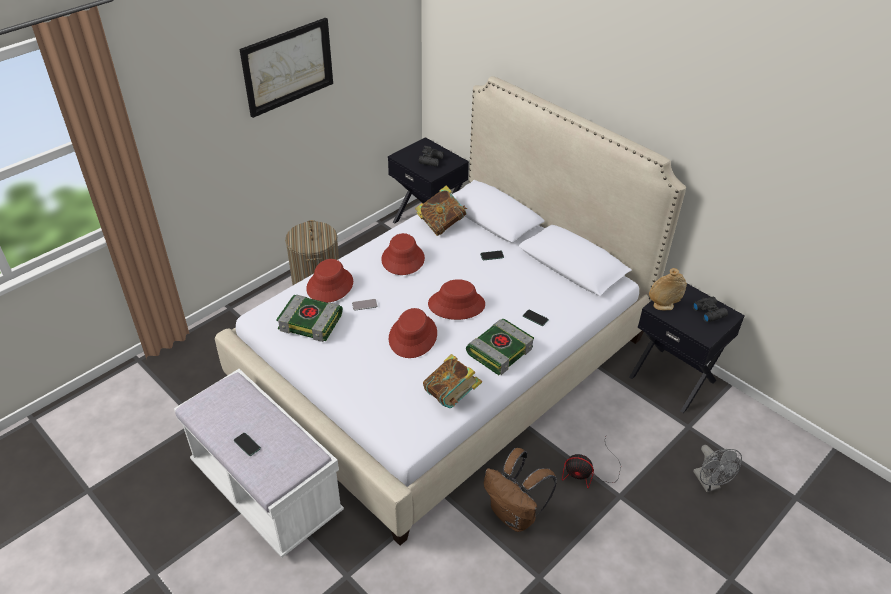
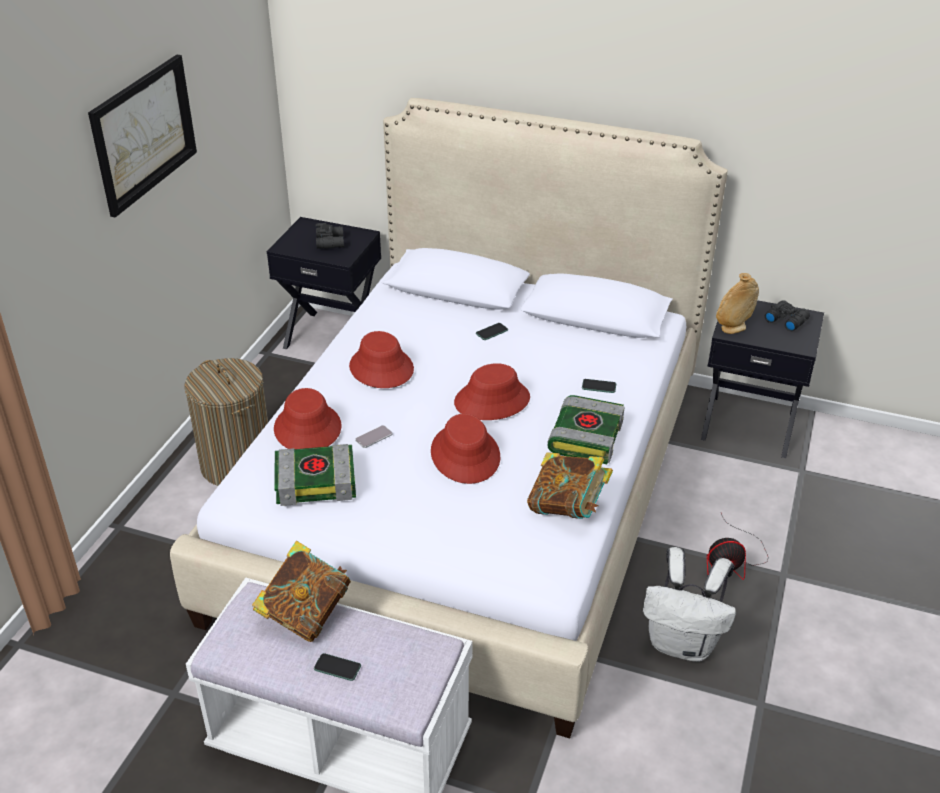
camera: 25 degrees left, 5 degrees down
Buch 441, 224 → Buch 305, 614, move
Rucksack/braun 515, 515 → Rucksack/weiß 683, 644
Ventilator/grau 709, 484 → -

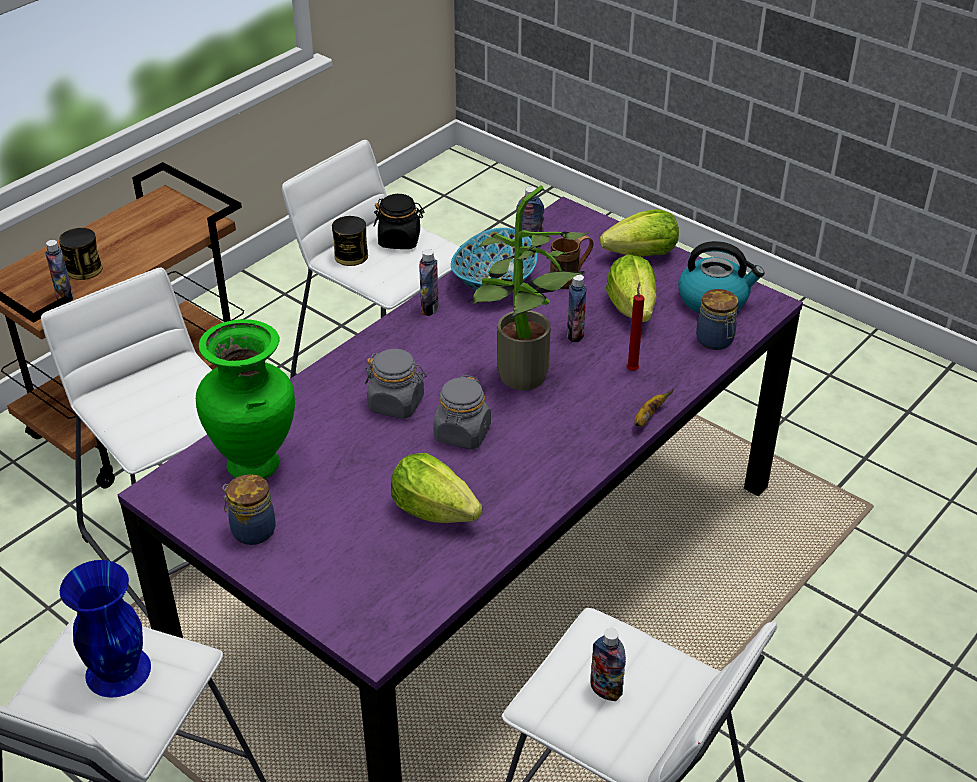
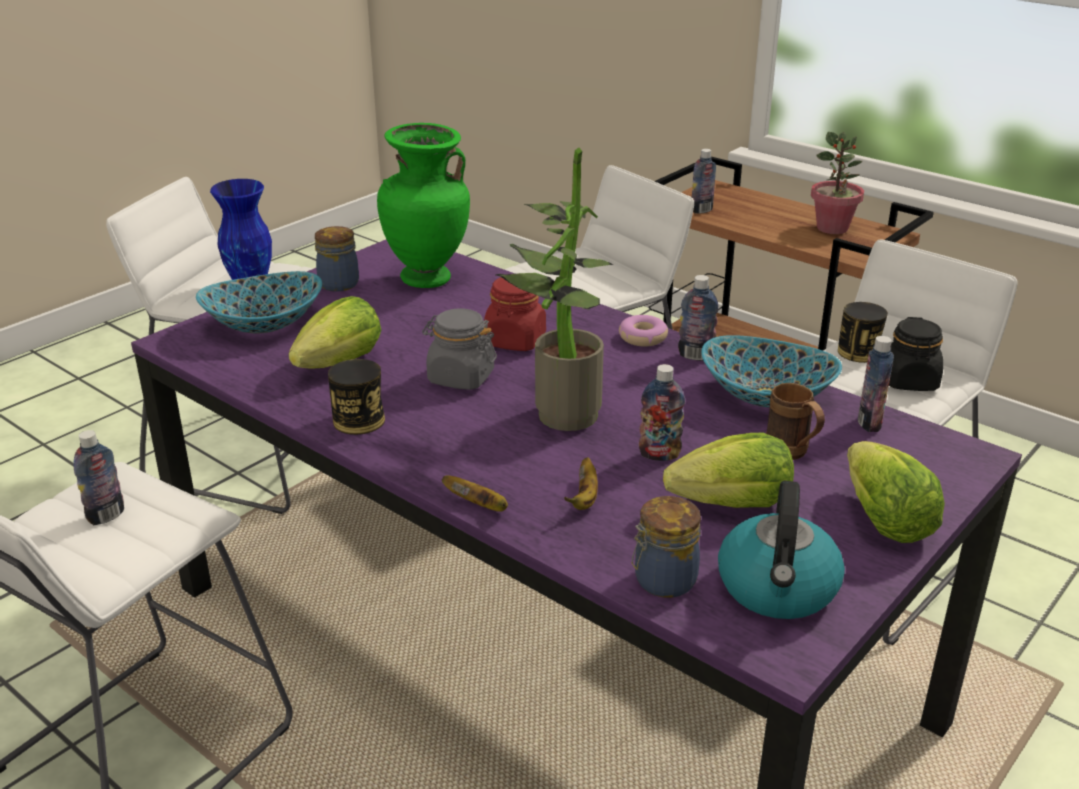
camera: 90 degrees right, 10 degrees down
Dose 84, 269 → Dose 359, 420, move
Vorratsglas/grau 396, 403 → Vorratsglas/rot 515, 341
Kerze/rot 632, 369 → Banane 584, 498
- → Schüssel 264, 324
- → Donut 642, 337
- → Topfpflanze 832, 228

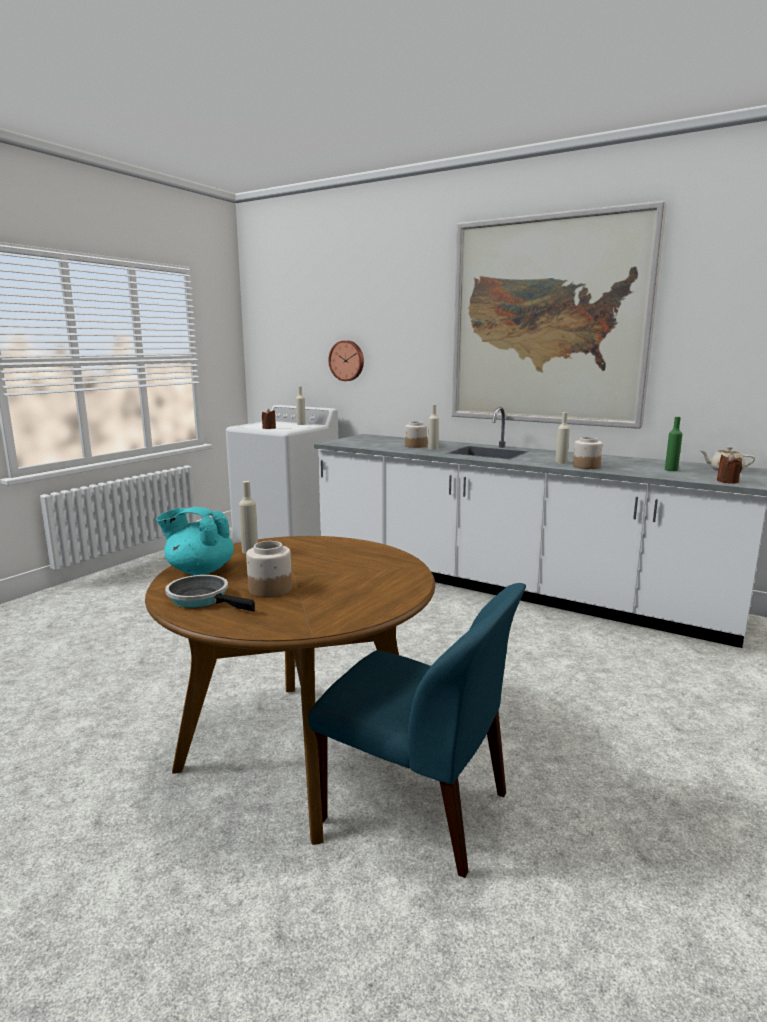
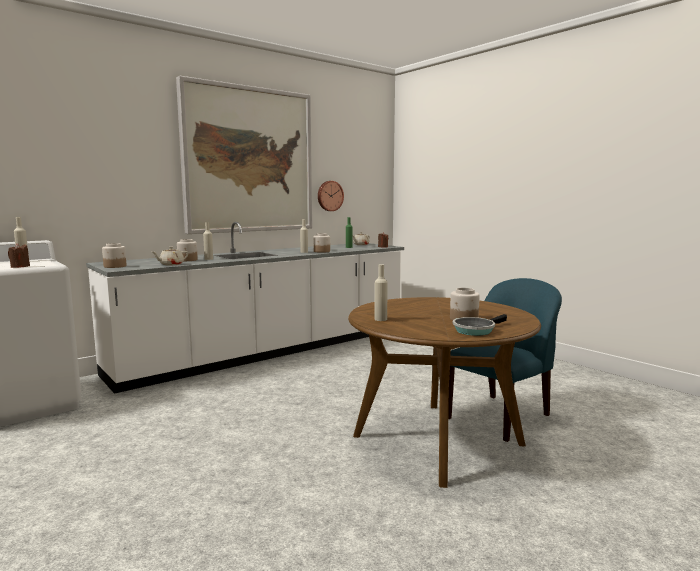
camera: 70 degrees left, 5 degrees down
Teekanne/türkis 199, 570 → -
Wanduhr 347, 360 → Wanduhr 329, 196, move
- → Vorratsglas 115, 266
- → Teekanne/beige 171, 264

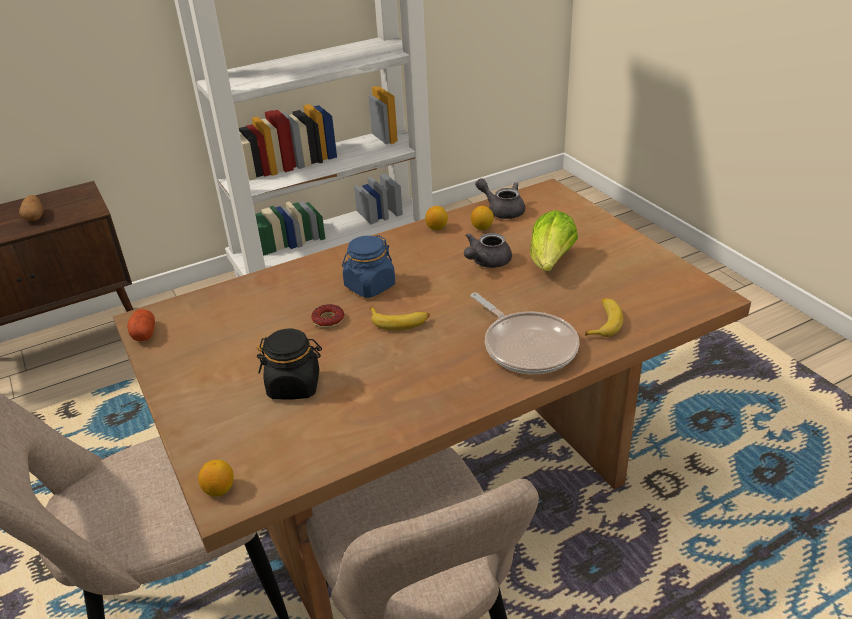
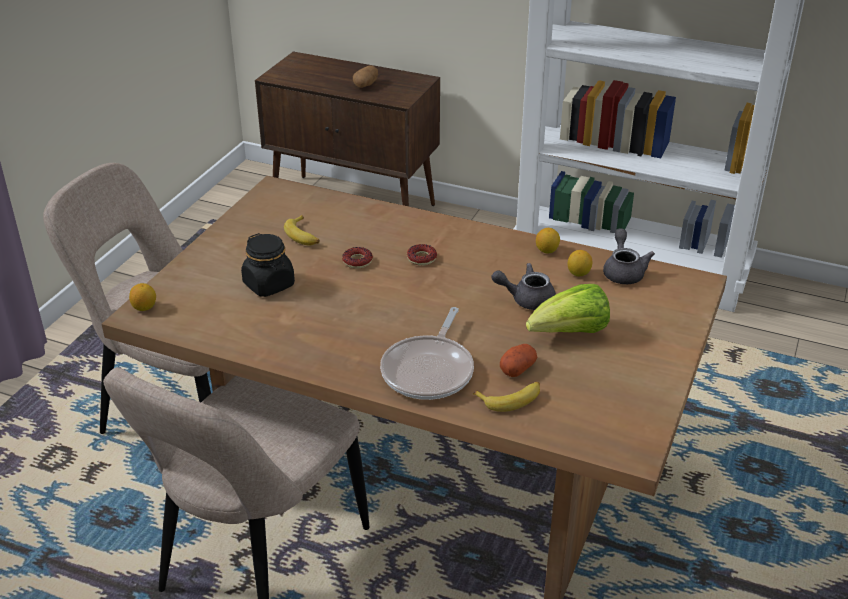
camera: 50 degrees right, 0 degrees up
Kartoffel 144, 333 → Kartoffel 517, 368, move
Vorratsglas/blau 369, 286 → Donut 421, 258
Banane 399, 322 → Banane 304, 236, move

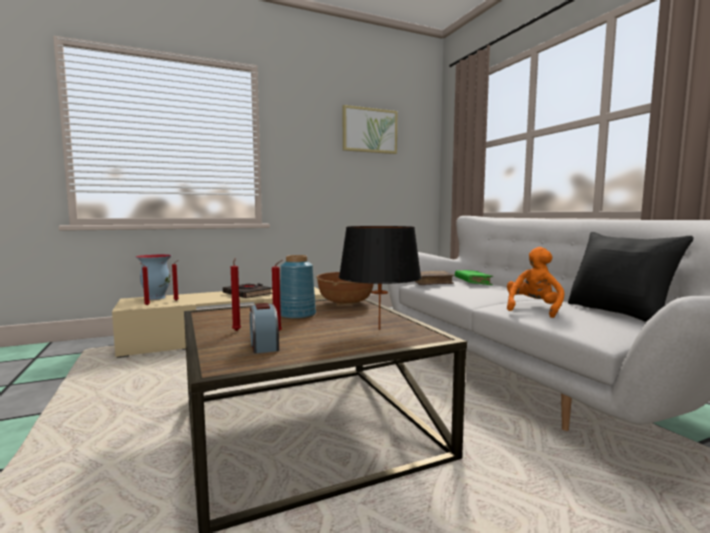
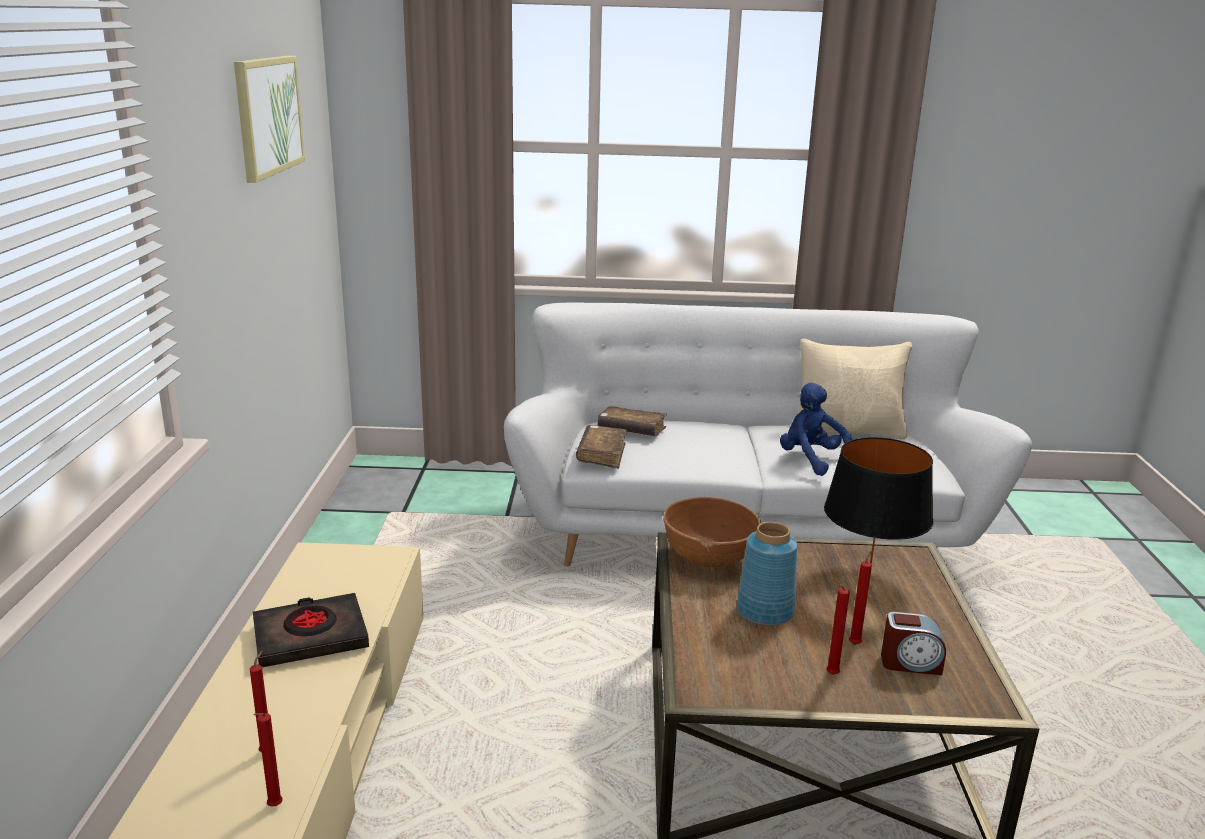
camera: 65 degrees left, 15 degrees up
Vase 156, 297 → -
Buch/grün 472, 282 → Buch/braun 631, 430
Plüschtier/orange 533, 309 → Plüschtier/blau 812, 460
Kissen/schwarz 619, 313 → Kissen/beige 849, 431

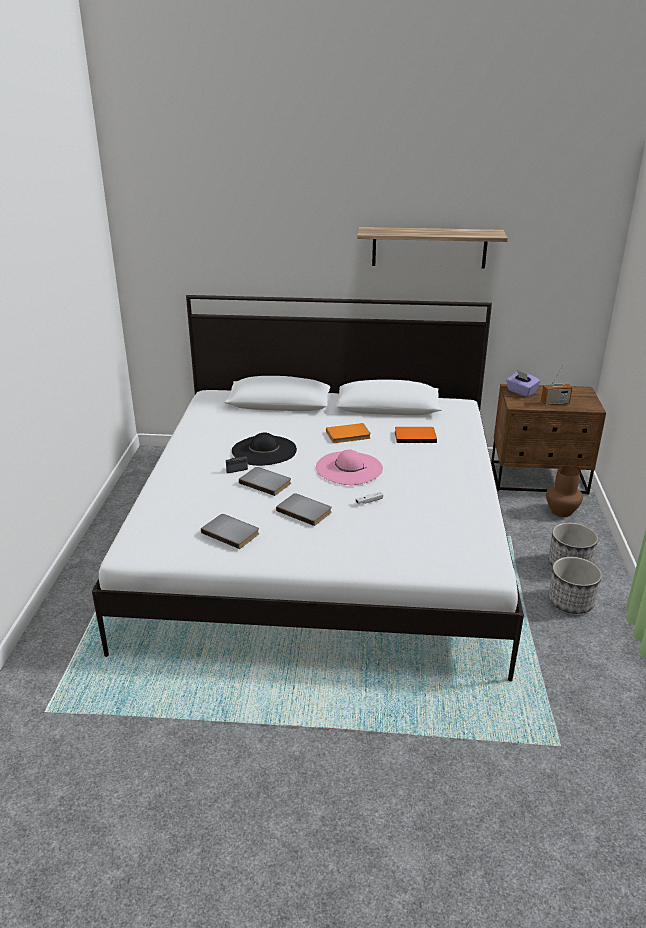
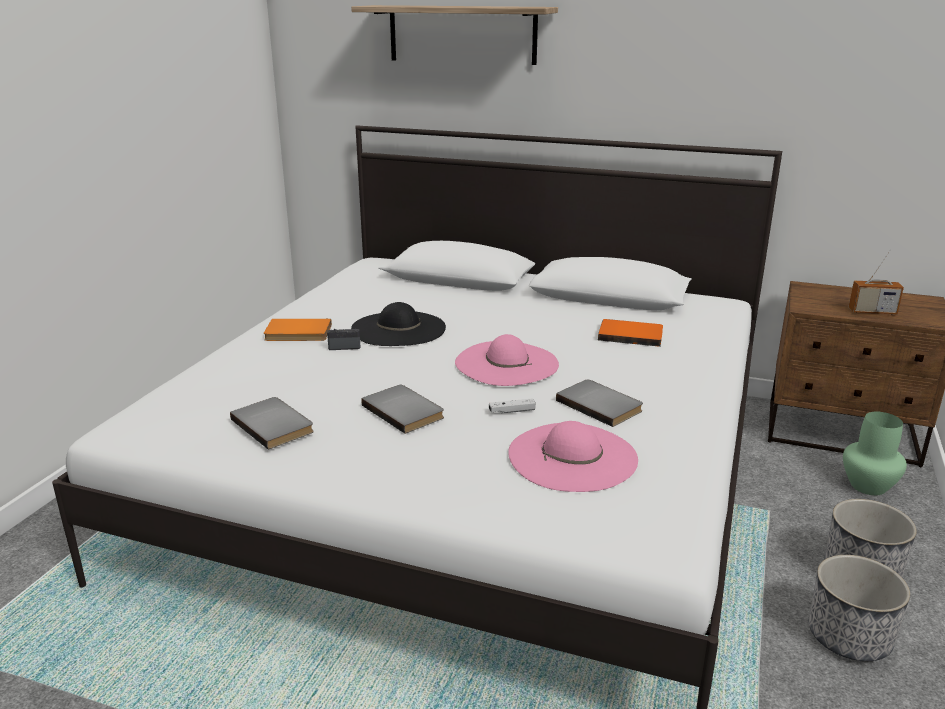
camera: 15 degrees right, 5 degrees down
Buch/grau 266, 482 → Buch/grau 601, 405, move
Buch/orange 348, 435 → Buch/orange 298, 333, move
Wandregal 429, 247 → Wandregal 462, 34, move
Taschentuchbox/lila 521, 392 → -
Vase/braun 562, 511 → Vase/grün 869, 486
- → Hut/rosa 572, 456

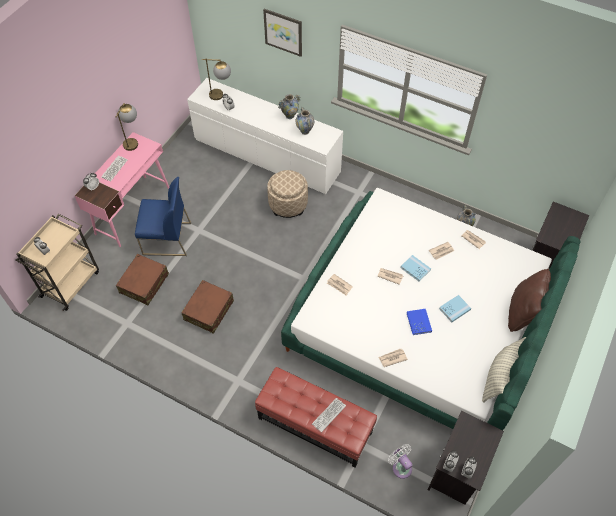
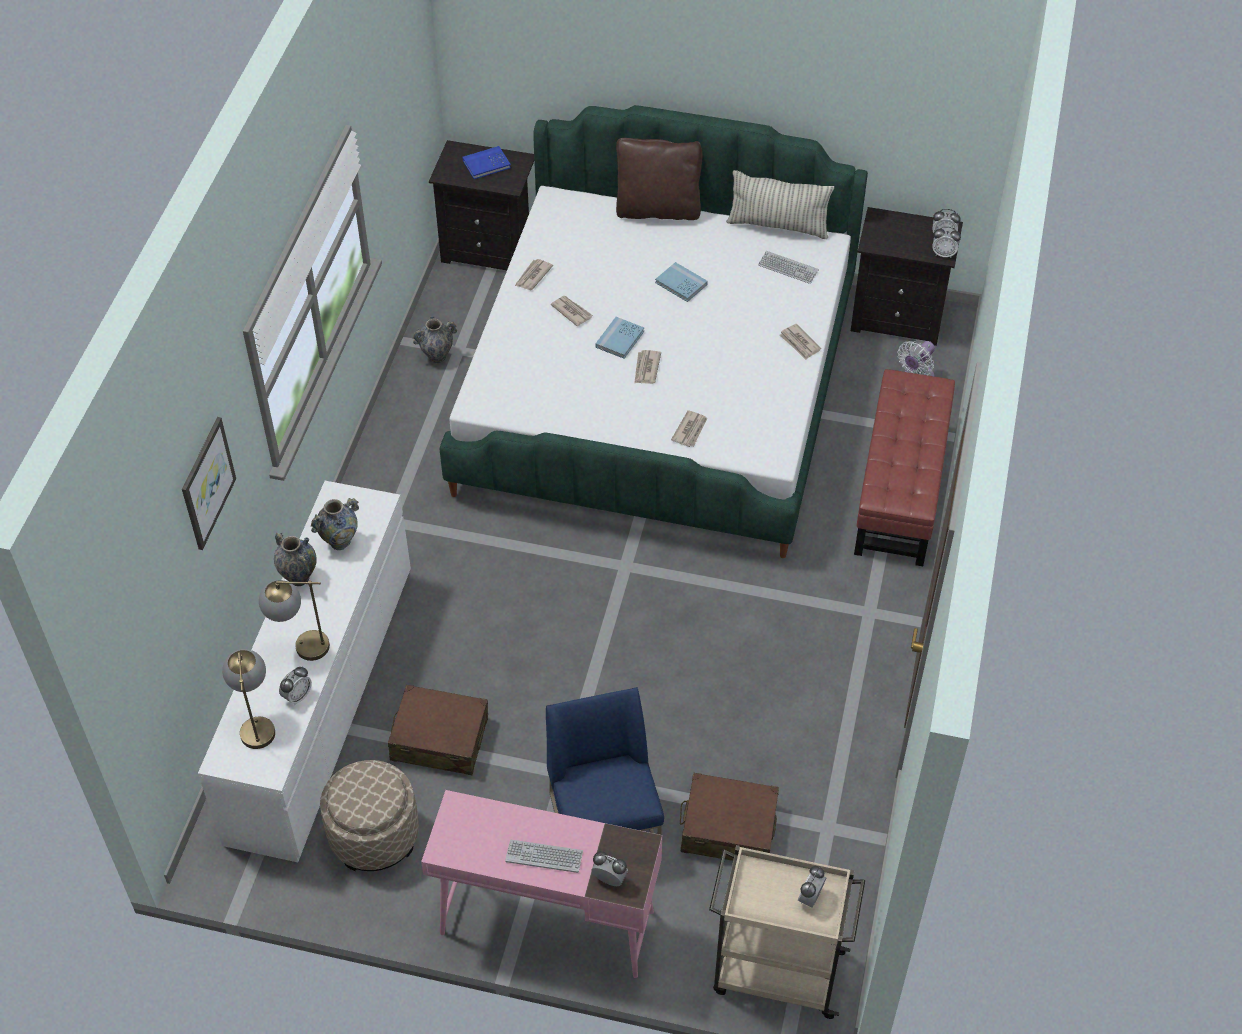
camera: 105 degrees left, 5 degrees down
Tischlampe 132, 141 → Tischlampe 300, 647, move
Koffer/braun 209, 310 → Koffer/braun 439, 739, move
Polsterhocker/beige 288, 204 → Polsterhocker/beige 374, 835, move
Tastatur 328, 415 → Tastatur 788, 268, move
Buch/blau 419, 322 → Buch/blau 486, 164, move

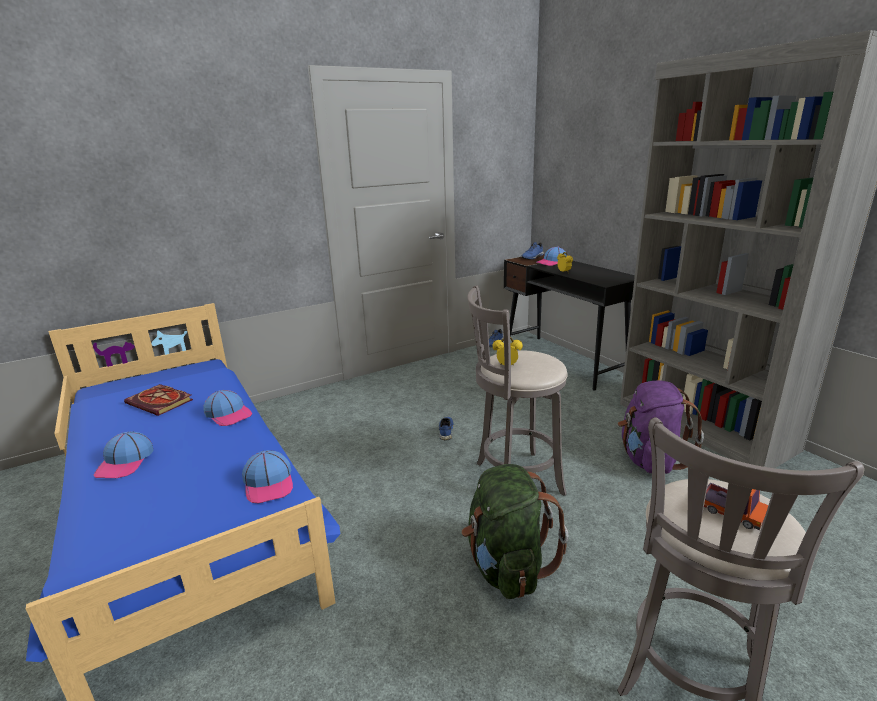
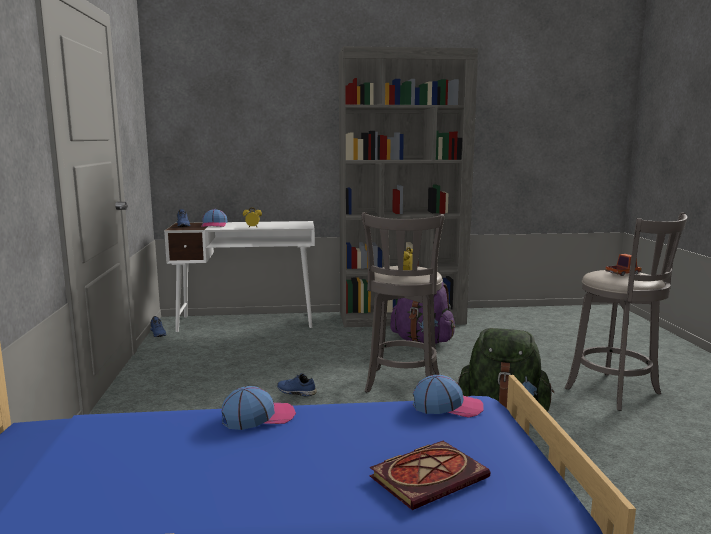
camera: 65 degrees left, 10 degrees down
Kappe 125, 462 → -
Buch 161, 402 → Buch 429, 476, move
Schreibtisch/schwarz 563, 361 → Schreibtisch/weiß 247, 322

